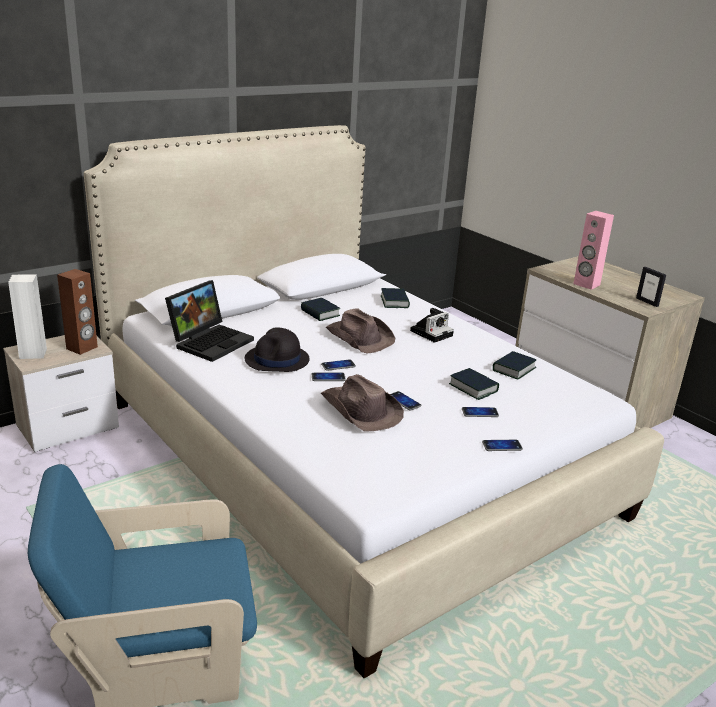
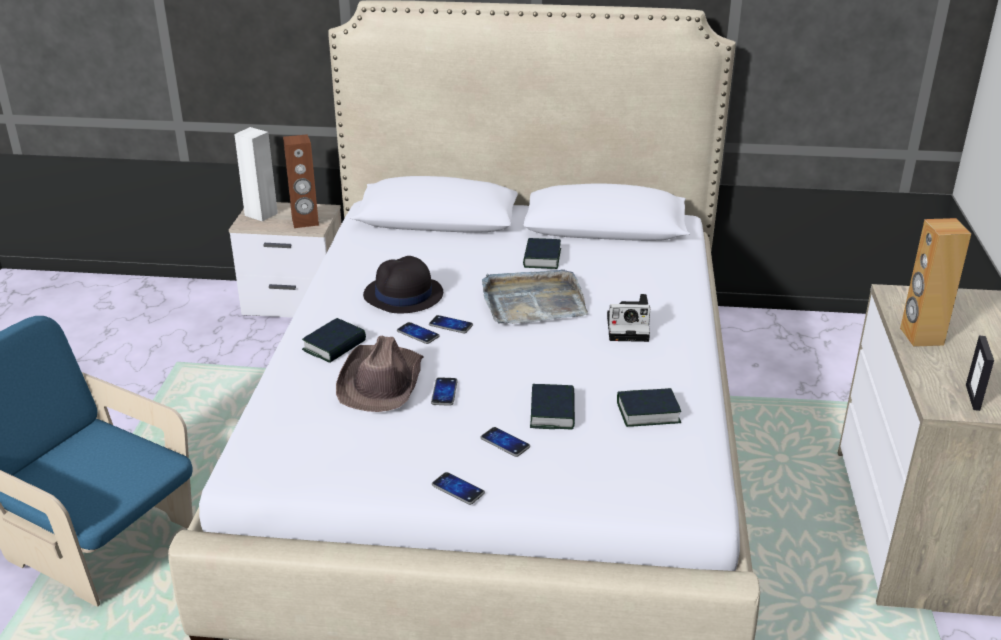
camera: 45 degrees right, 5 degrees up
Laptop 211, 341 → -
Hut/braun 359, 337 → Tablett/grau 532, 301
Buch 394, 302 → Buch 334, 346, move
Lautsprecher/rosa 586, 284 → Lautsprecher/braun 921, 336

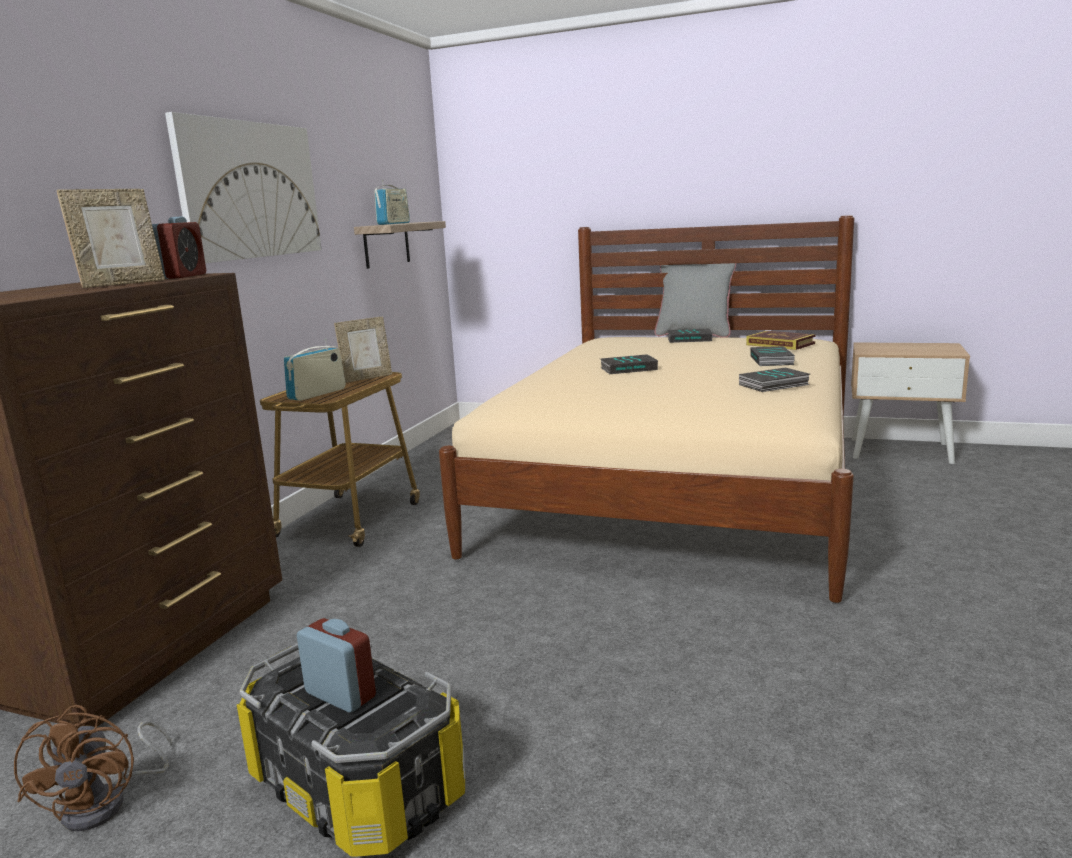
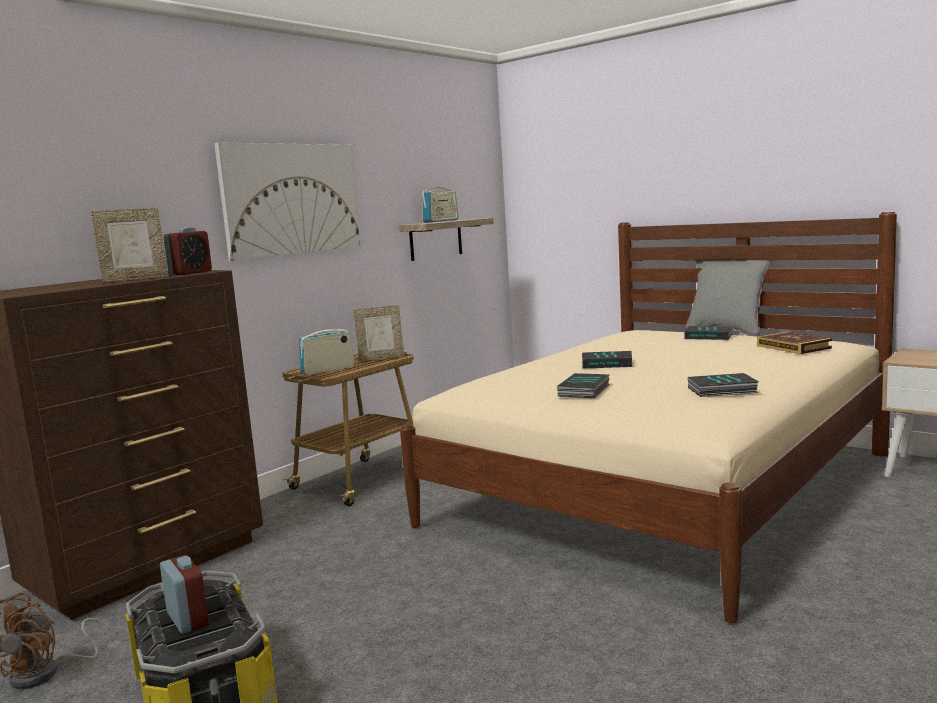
camera: 20 degrees right, 5 degrees down
Buch 772, 360 → Buch 585, 391, move

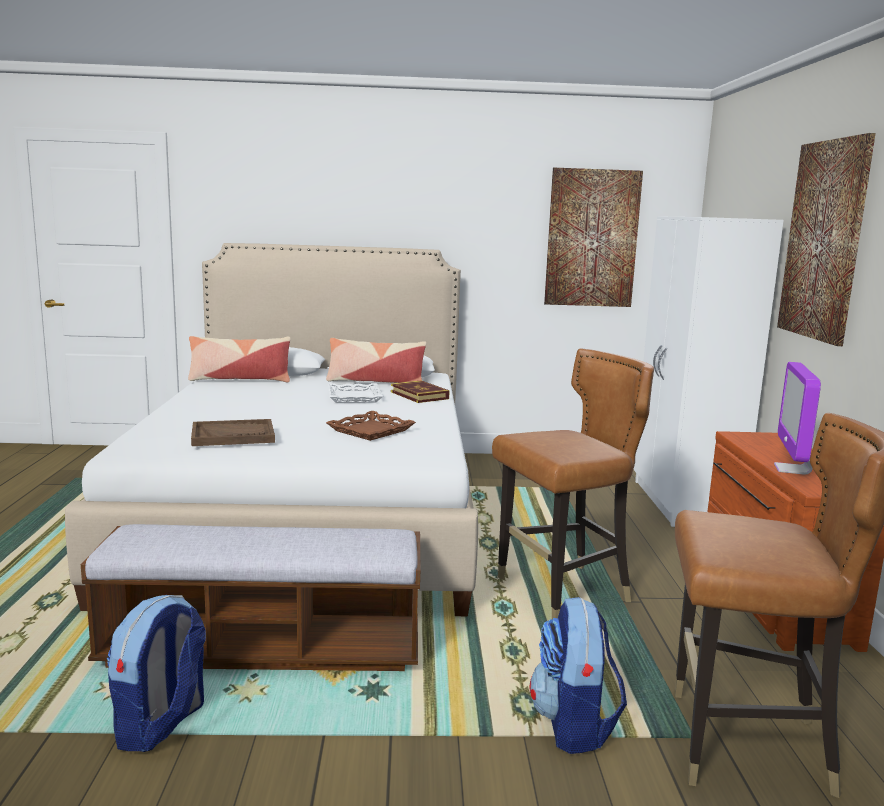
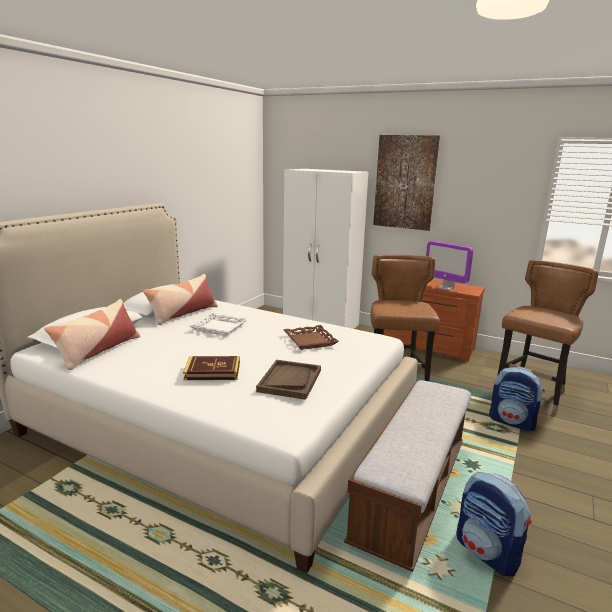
camera: 60 degrees left, 5 degrees up
Buch 419, 395 → Buch 212, 371, move
Bild 592, 238 → -

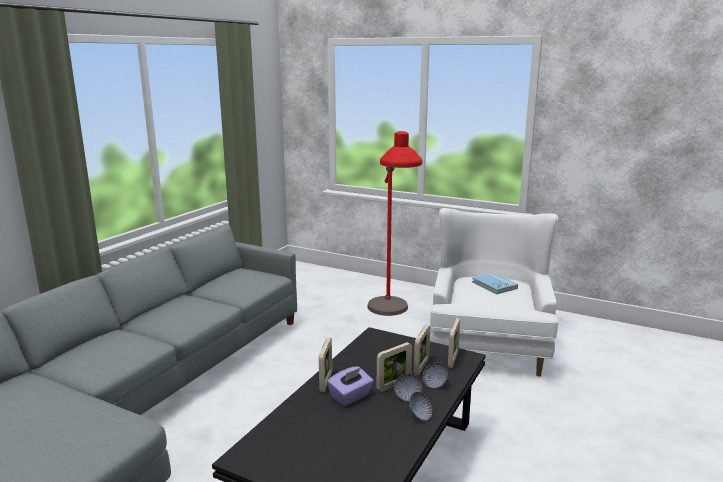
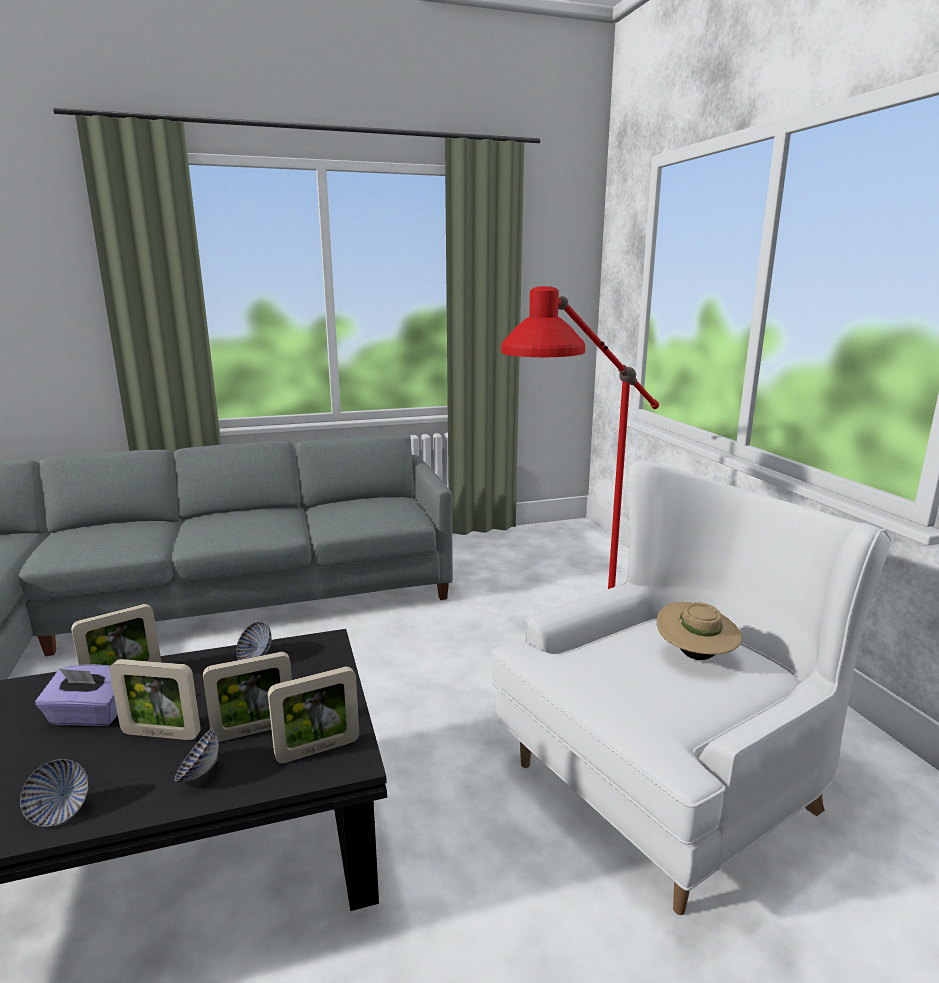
camera: 45 degrees right, 0 degrees up
Schüssel 407, 396 → Schüssel 255, 657, move
Buch/blau 494, 285 → Hut/beige 695, 656

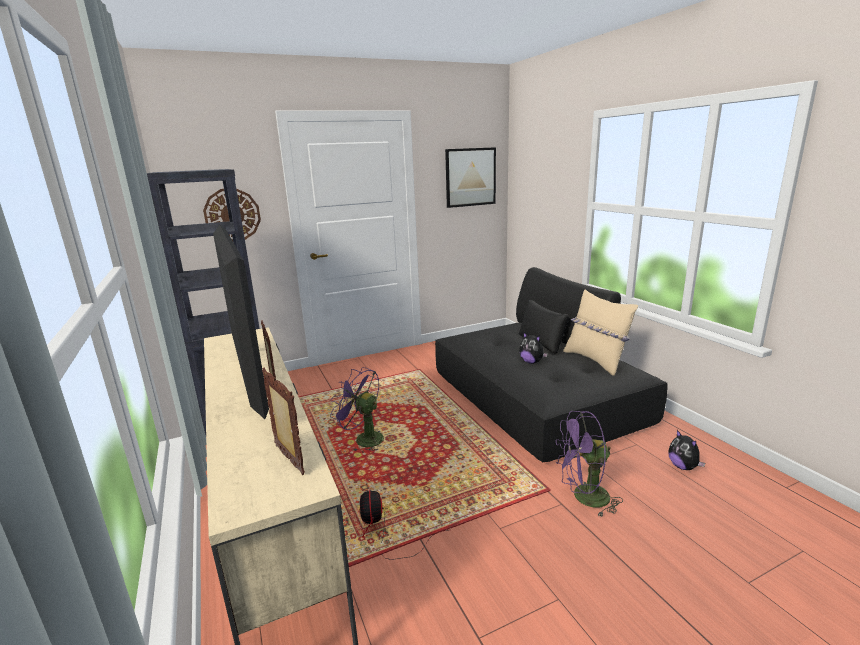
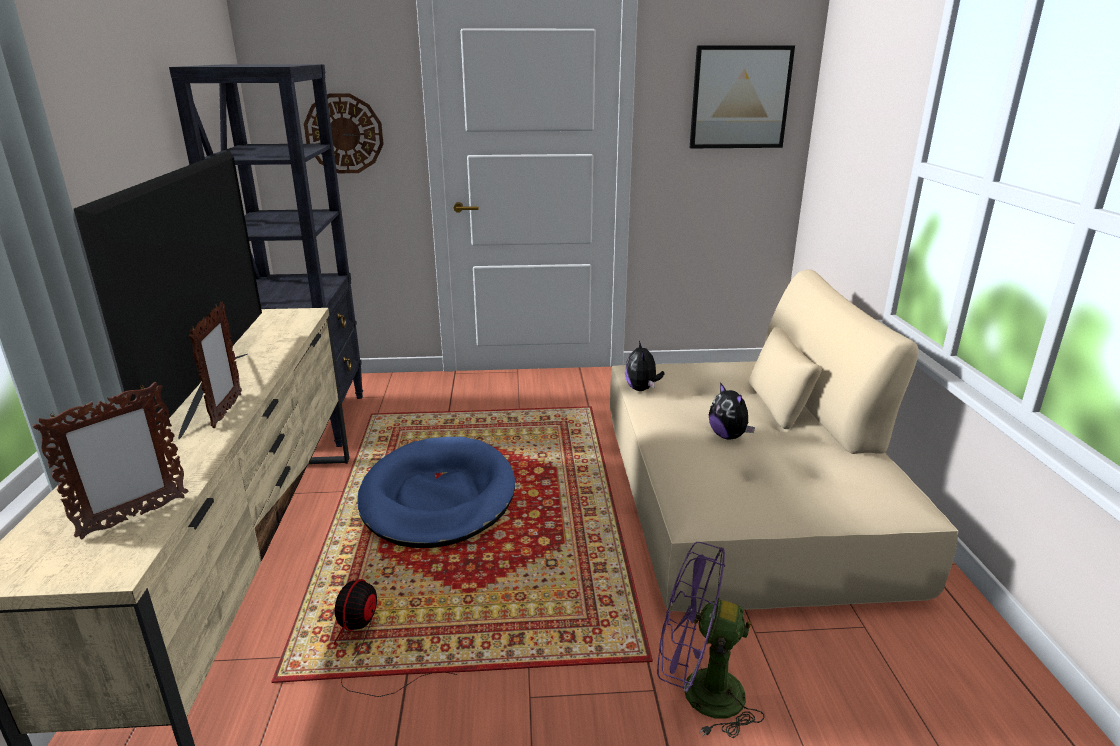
camera: 20 degrees right, 5 degrees up
Bilderrahmen 288, 460 → Bilderrahmen 134, 517, 60 degrees clockwise
Ventilator/lila 363, 439 → Hundebett/blau 438, 497
Sofa/schwarz 536, 397 → Sofa/beige 743, 496
Kissen/beige 595, 361 → -
Plüschtier 683, 467 → Plüschtier 642, 389, move

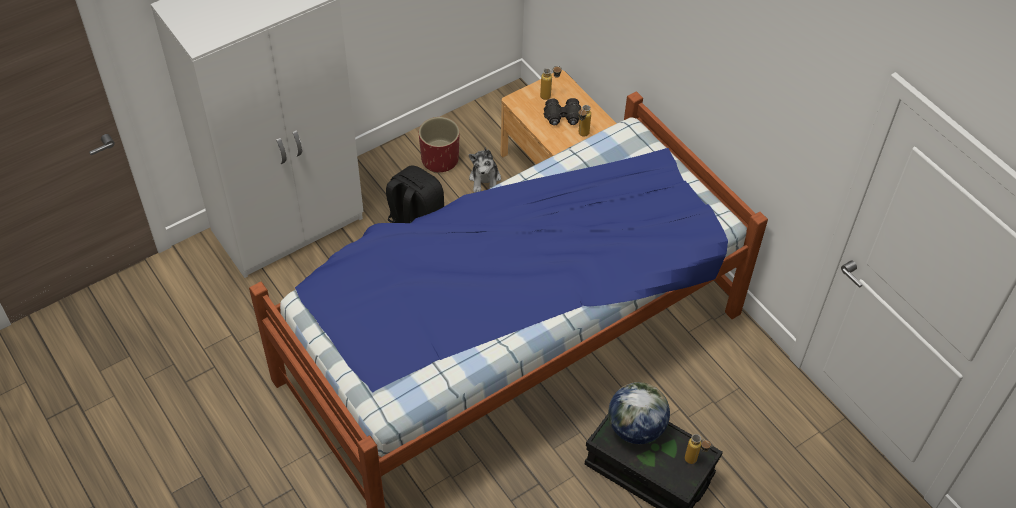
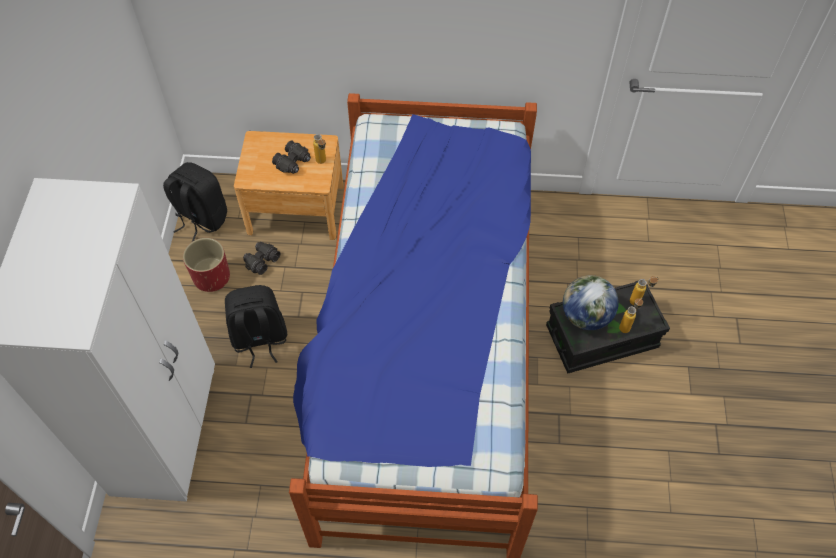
camera: 50 degrees left, 5 degrees up
Plüschtier 485, 179 → Fernglas/schwarz 261, 260
Flasche 550, 96 → Flasche 627, 325, move
- → Rucksack/schwarz 201, 218

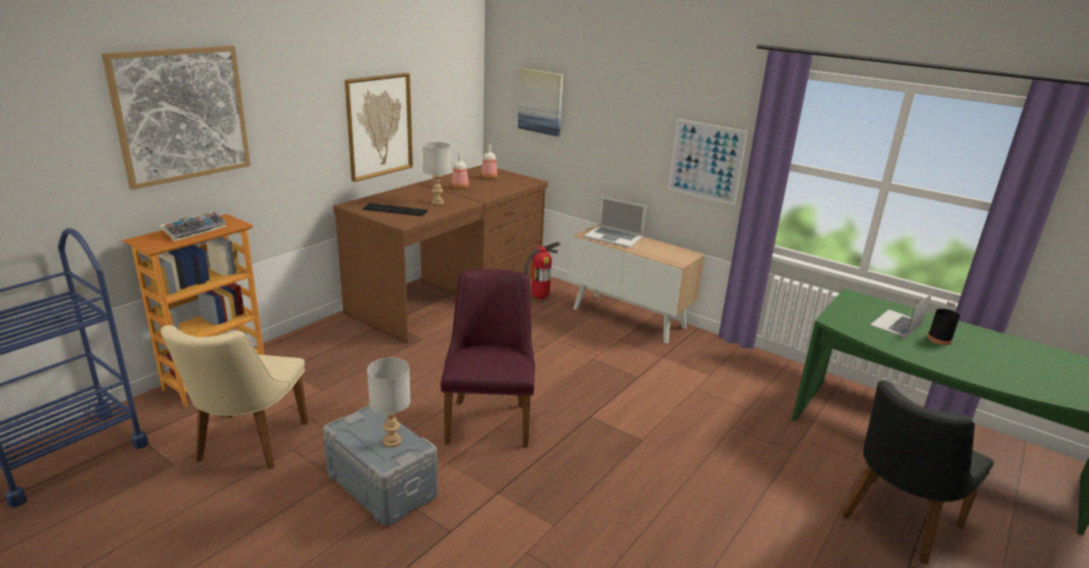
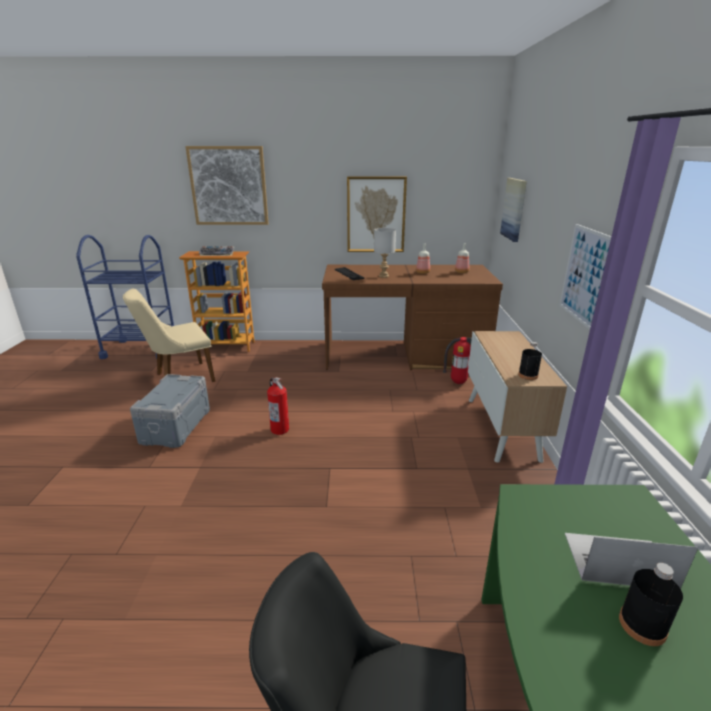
camera: 55 degrees right, 0 degrees up
Tischlampe/grau 391, 441 → -
Stuhl/lila 489, 417 → Feuerlöscher 280, 429
Laptop 614, 237 → -
- → Flasche/schwarz 528, 375

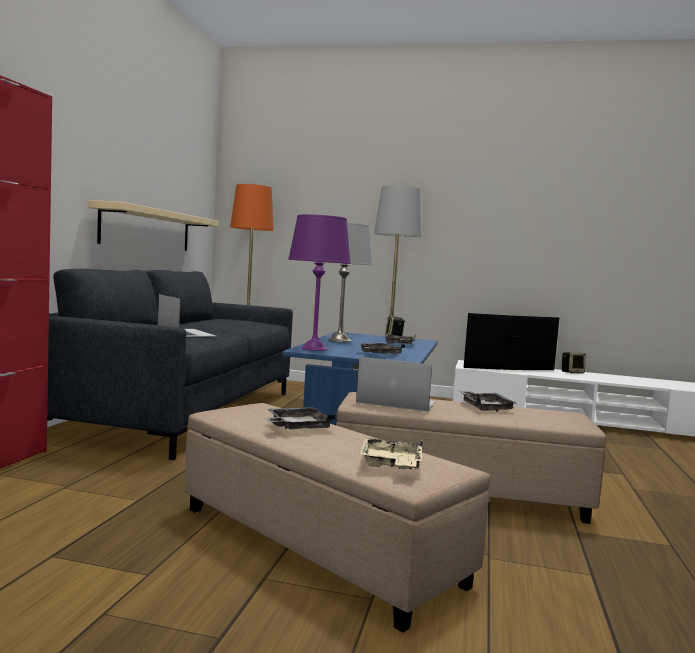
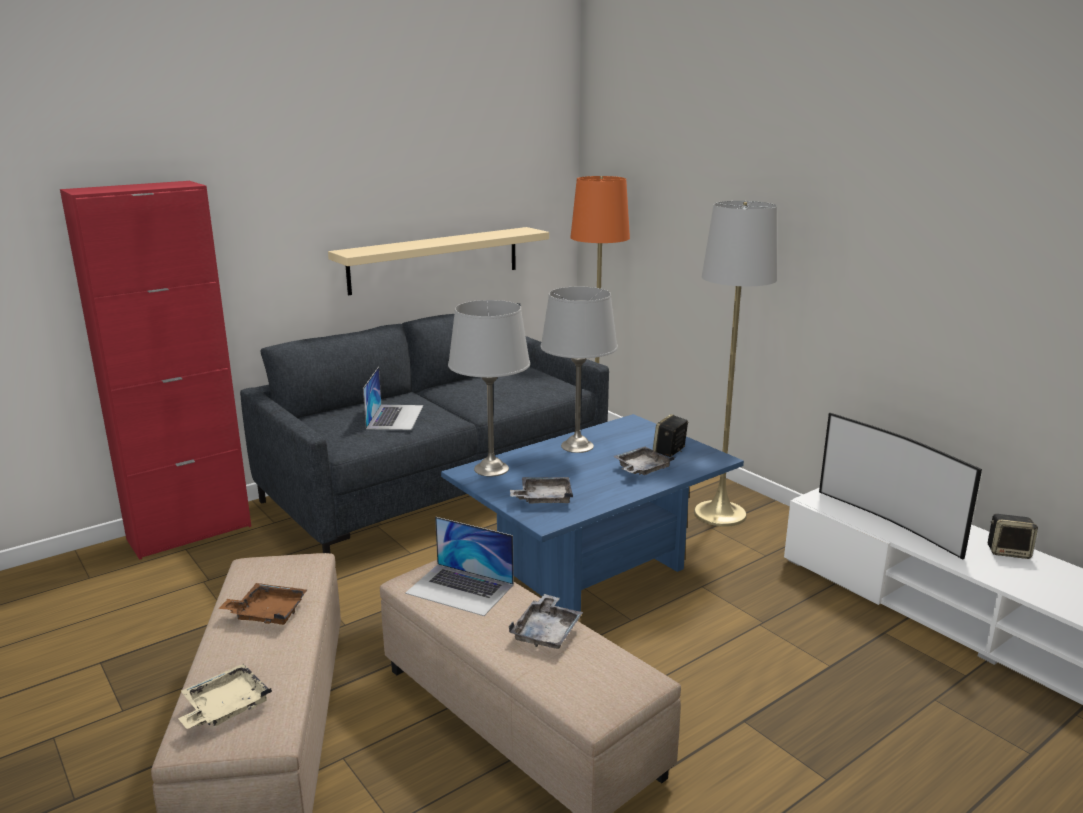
camera: 40 degrees right, 15 degrees up
Tablett/grau 297, 427 → Tablett/braun 267, 613
Tischlampe/lila 314, 348 → Tischlampe/grau 492, 469
Laptop 396, 402 → Laptop 460, 589, 150 degrees clockwise
Fernseher 511, 369 → Fernseher 890, 521, 150 degrees counterclockwise

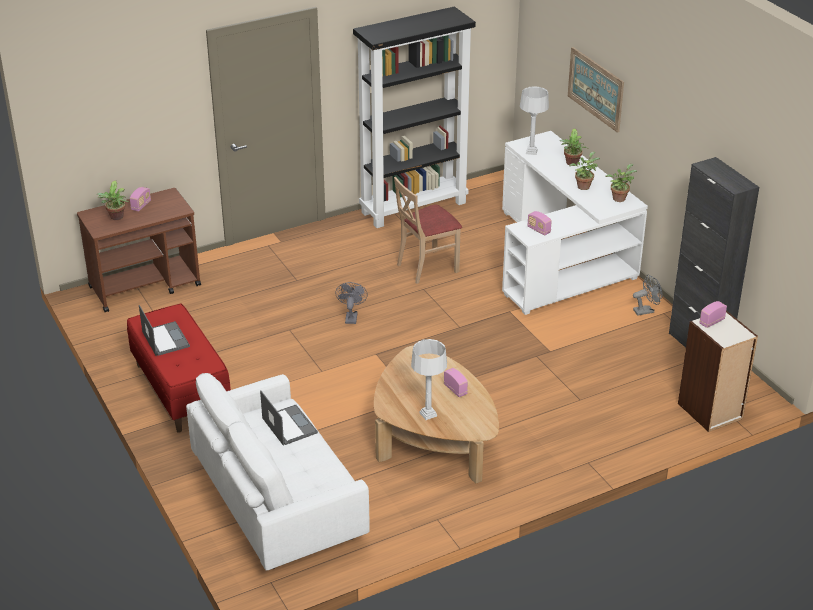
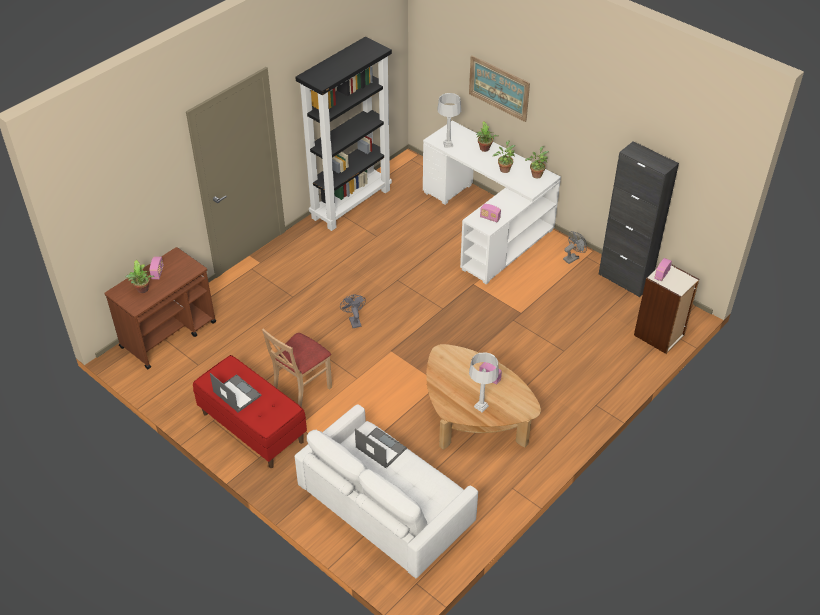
camera: 20 degrees left, 10 degrees up
Stuhl/beige 427, 267 → Stuhl/beige 301, 389, move

